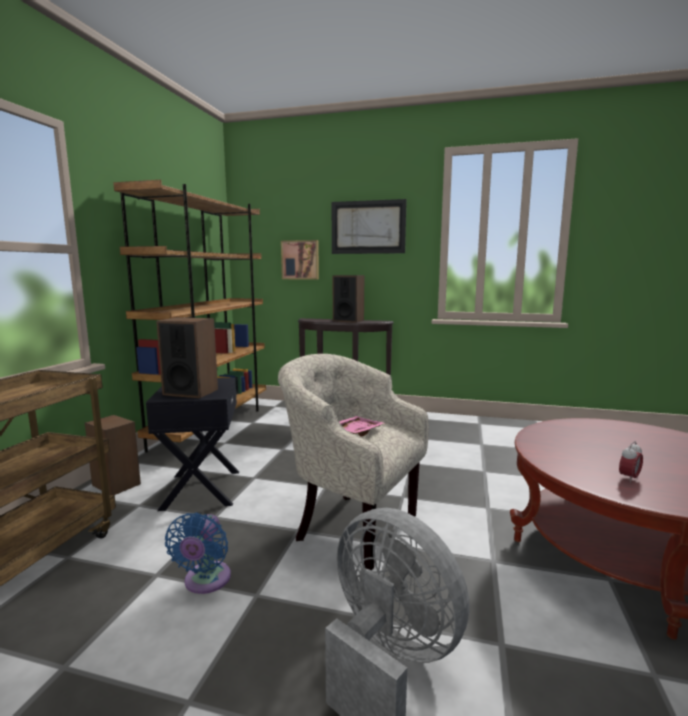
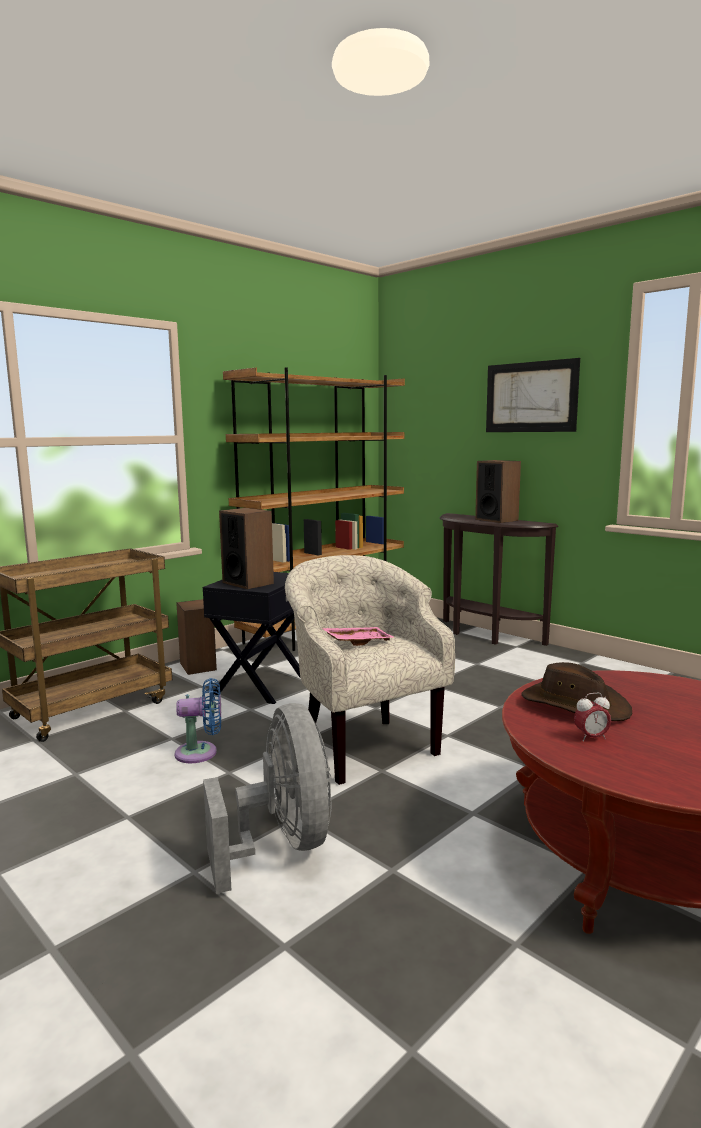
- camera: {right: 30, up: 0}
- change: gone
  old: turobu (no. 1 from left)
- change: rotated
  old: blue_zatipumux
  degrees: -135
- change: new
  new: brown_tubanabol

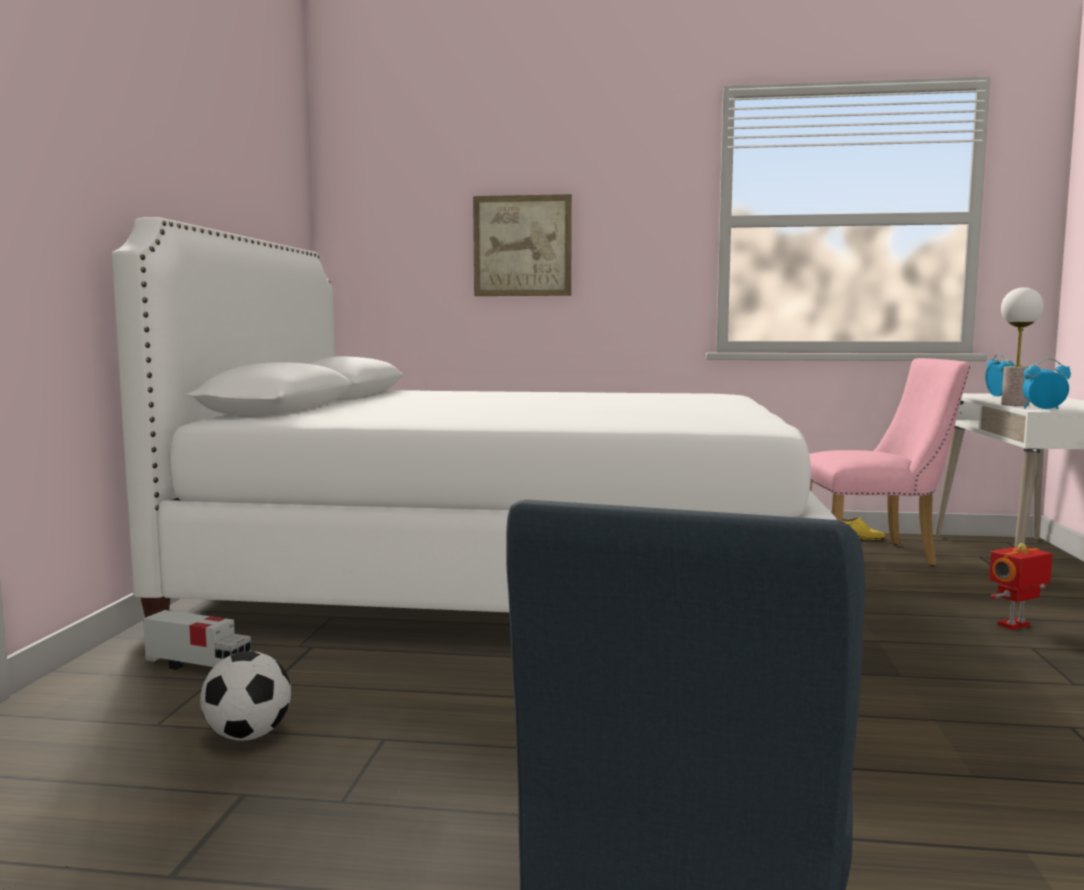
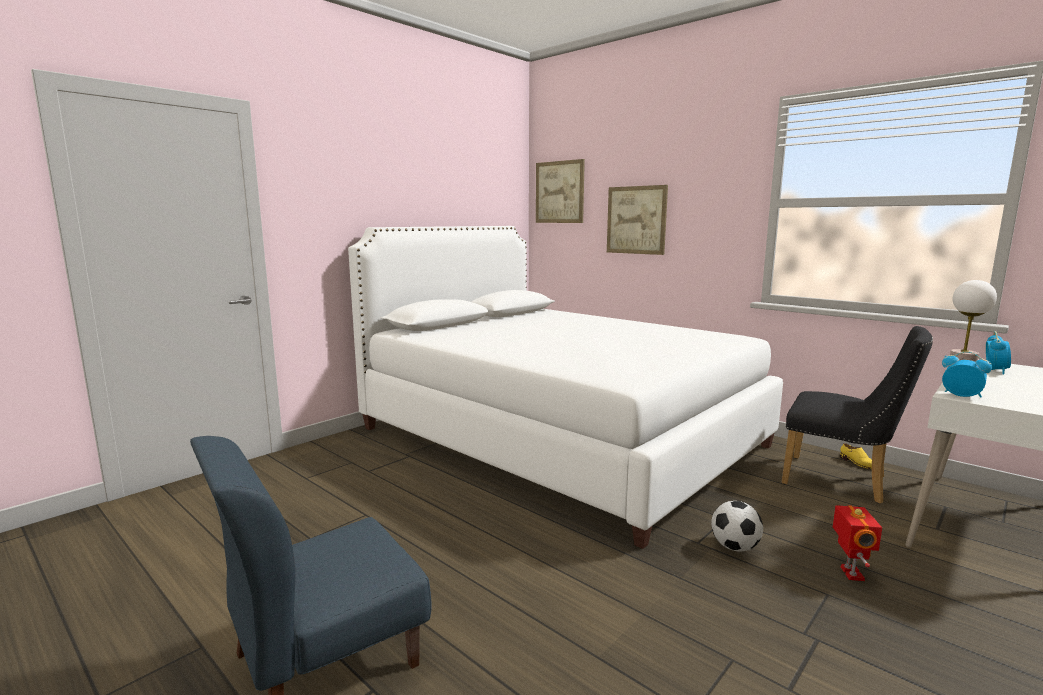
- camera: {right: 35, up: 5}
- change: repainted
  old: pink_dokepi
  new: black_dokepi
- change: rotated
  old: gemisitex
  degrees: 90
- change: gone
  old: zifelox
- change: shifted
  old: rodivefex
- change: new
  new: turobu (no. 1 from left)

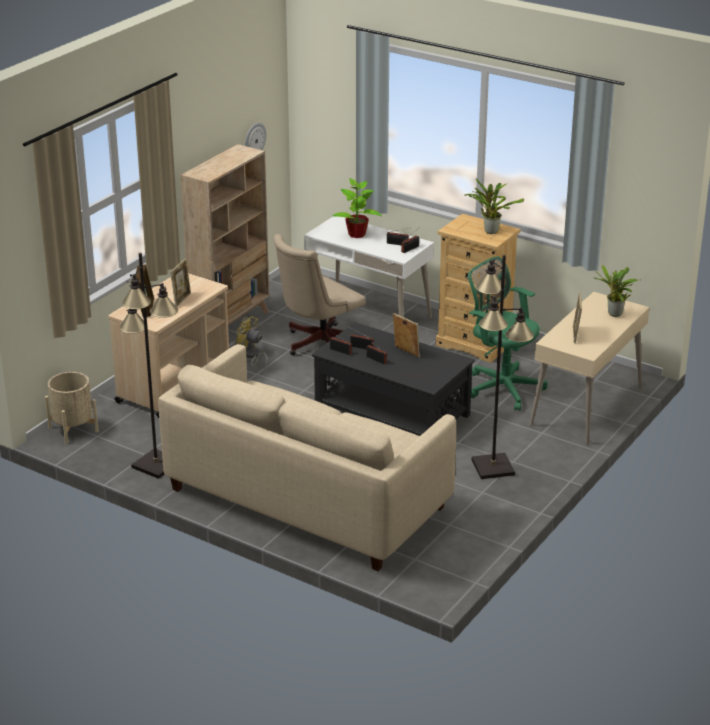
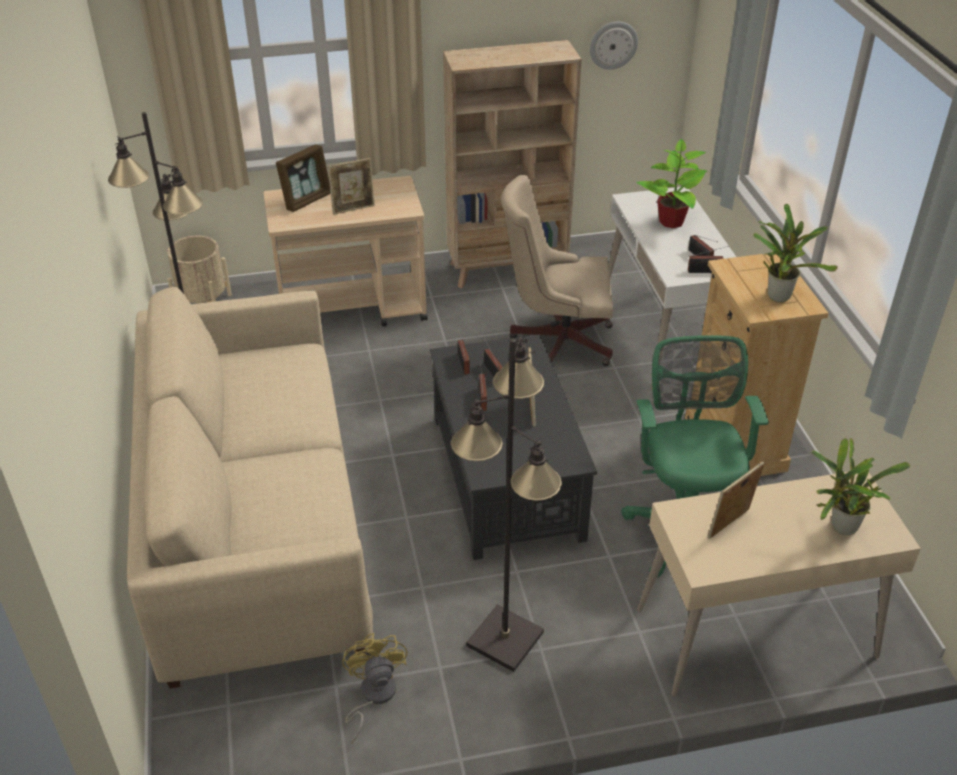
- camera: {right: 45, up: 10}
- change: shifted
  old: yellow_zatipumux

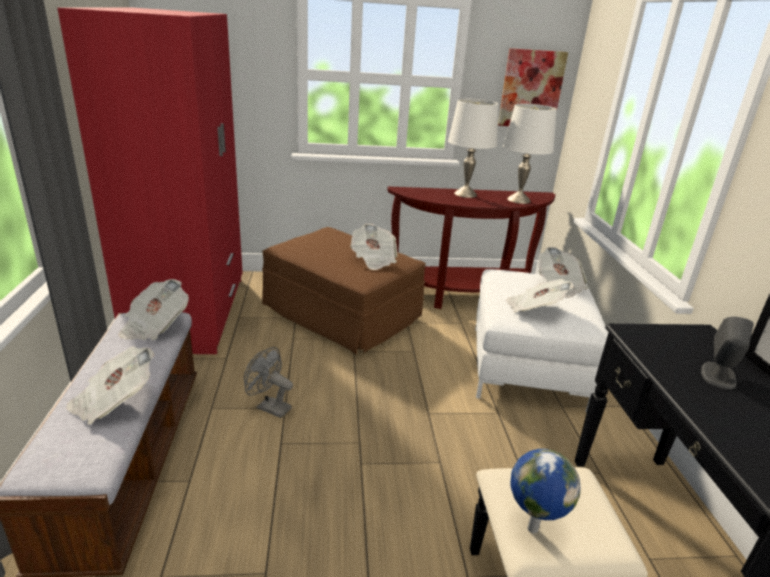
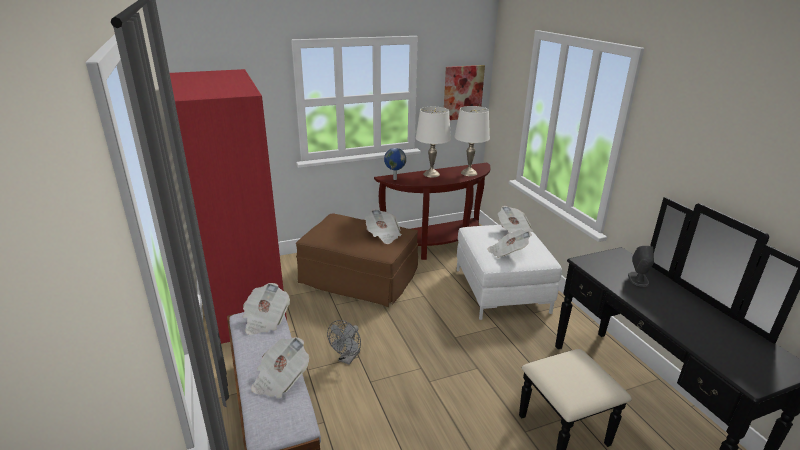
- camera: {right: -15, up: 0}
- change: rotated
  old: grey_zatipumux
  degrees: -75
- change: shifted
  old: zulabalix

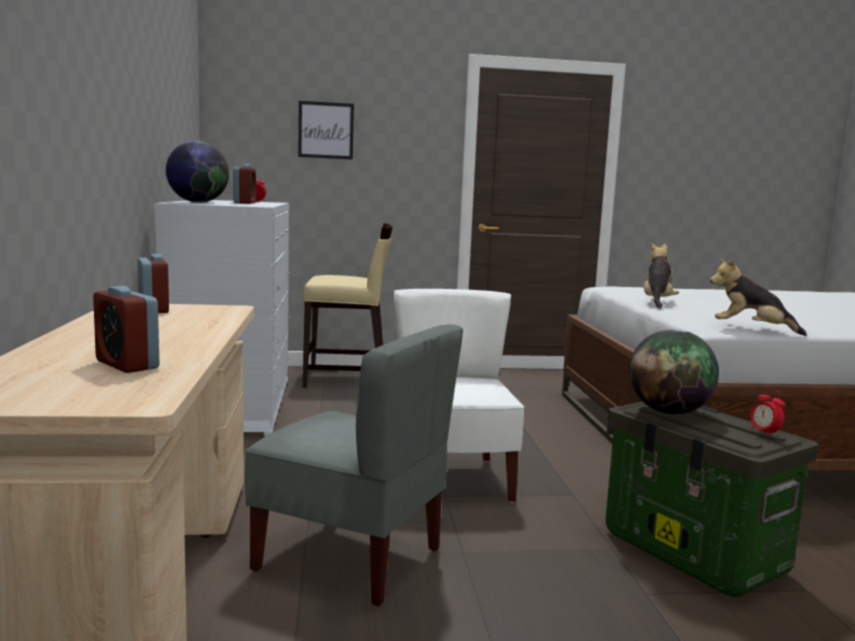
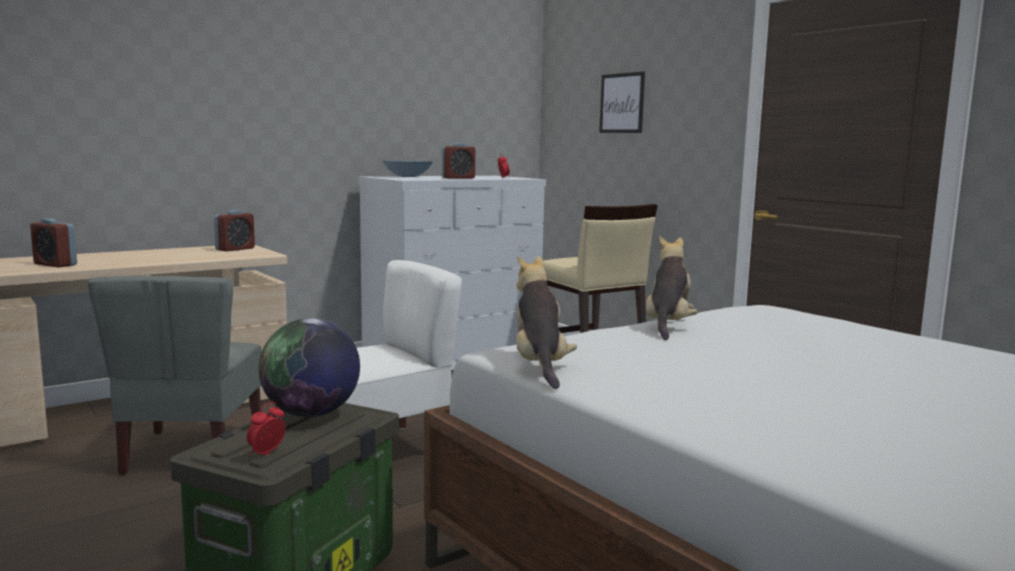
- camera: {right: 60, up: 0}
- change: swapped
  old: zulabalix (no. 1 from left)
  new: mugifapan
- change: rotated
  old: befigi (no. 1 from left in the first image)
  degrees: -60
- change: rotated
  old: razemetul (no. 1 from left)
  degrees: -75

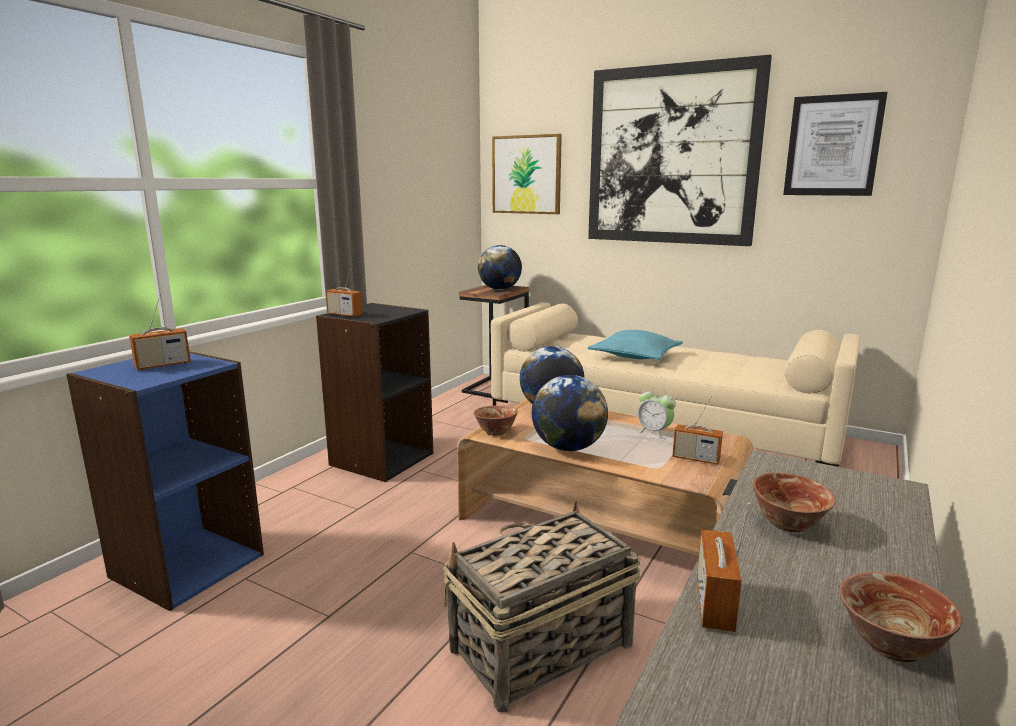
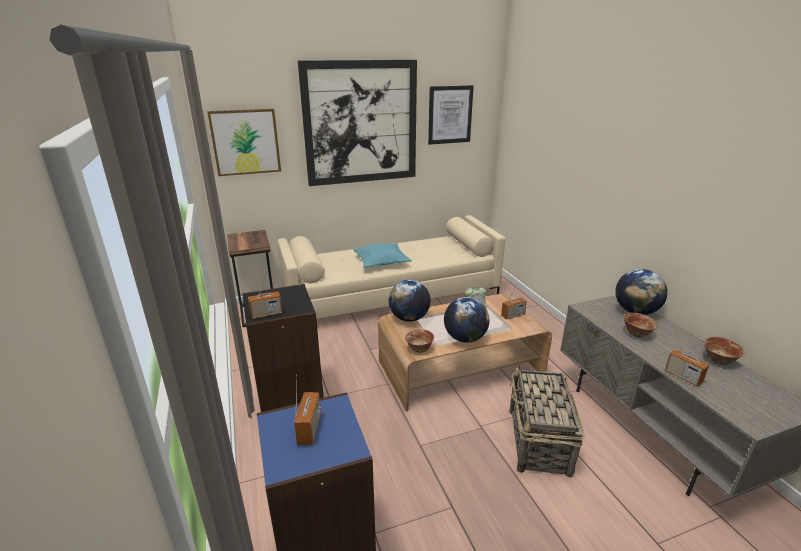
- camera: {right: -50, up: 10}
- change: shifted
  old: zulabalix (no. 1 from left in the first image)
  new: zulabalix (no. 3 from left)

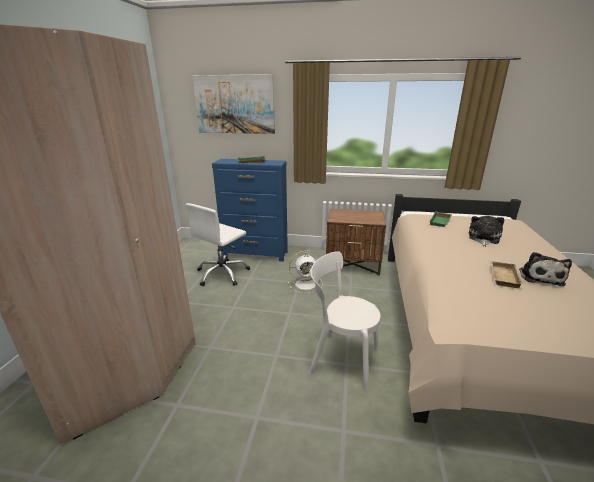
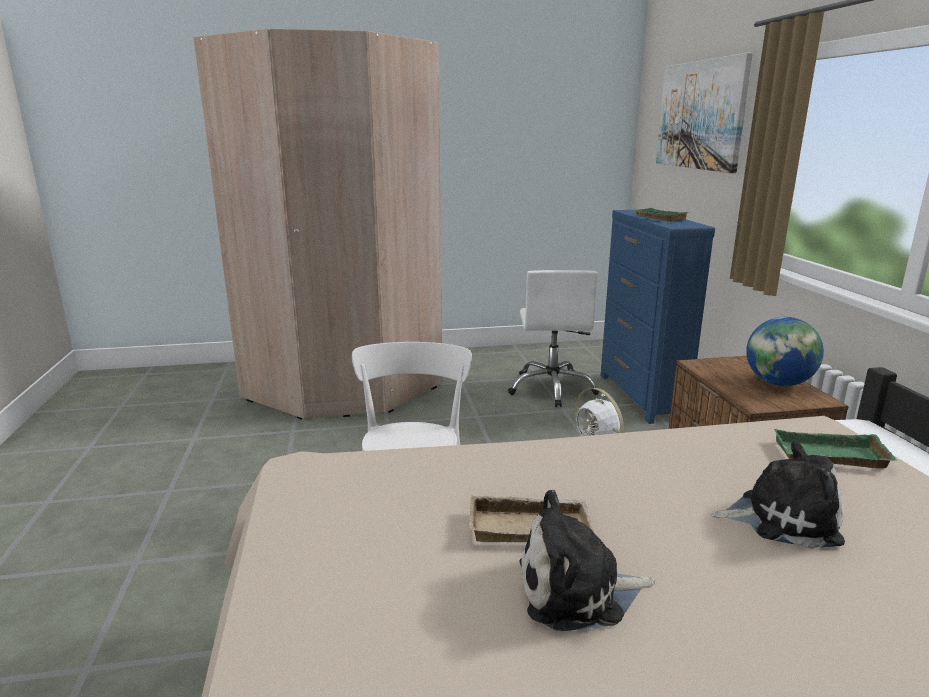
- camera: {right: 70, up: -5}
- change: rotated
  old: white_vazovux
  degrees: -105
- change: new
  new: zulabalix

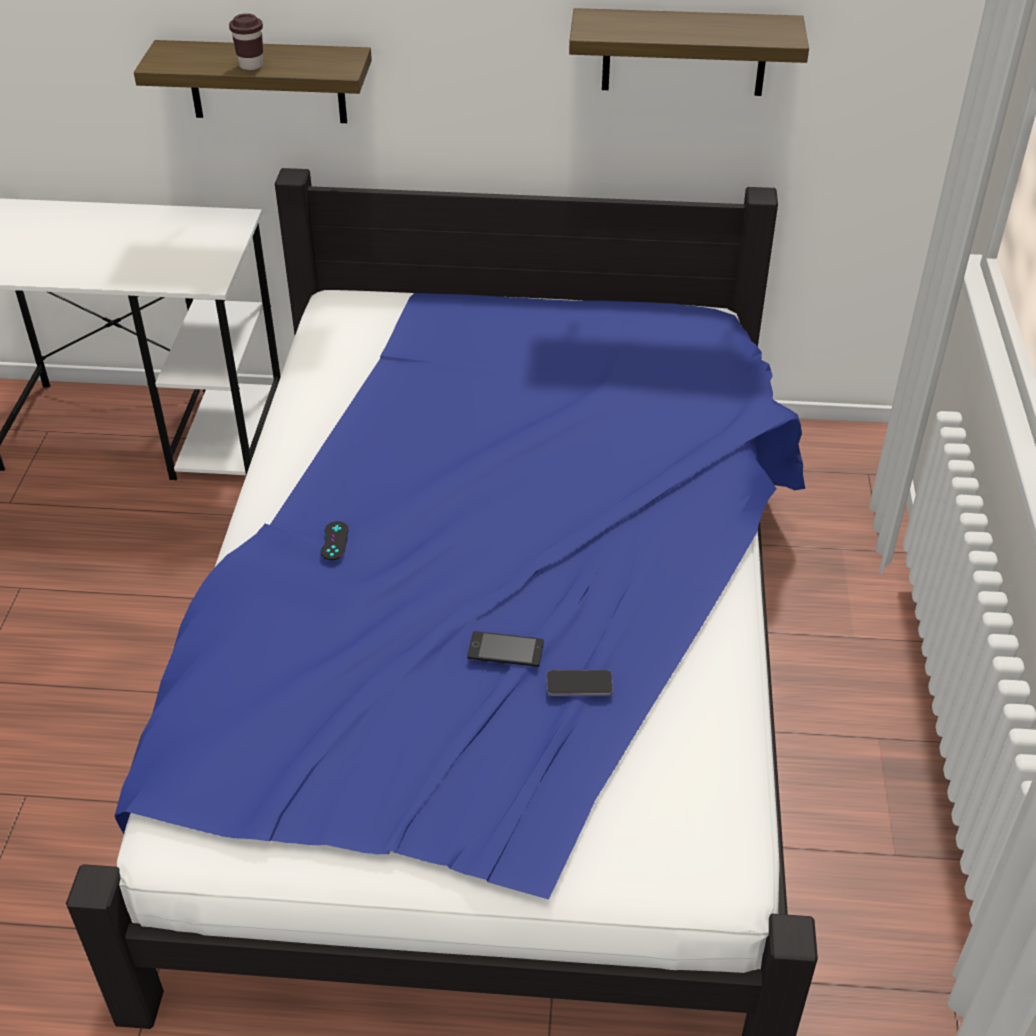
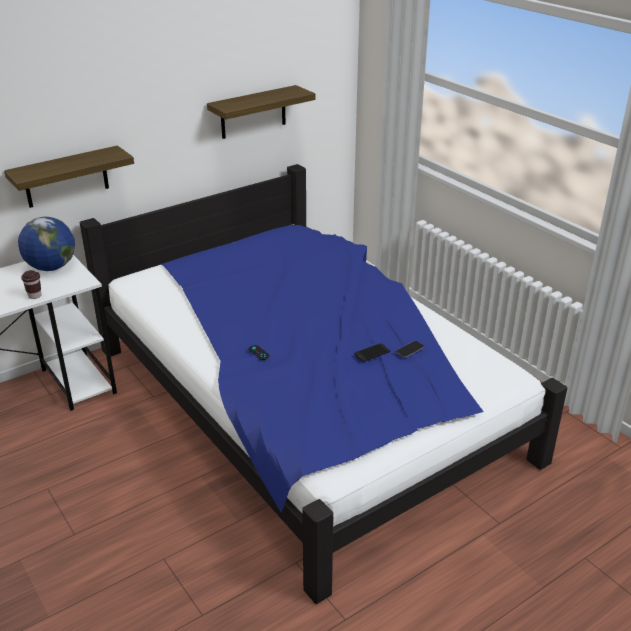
- camera: {right: -40, up: -10}
- change: shifted
  old: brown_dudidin
- change: new
  new: zulabalix

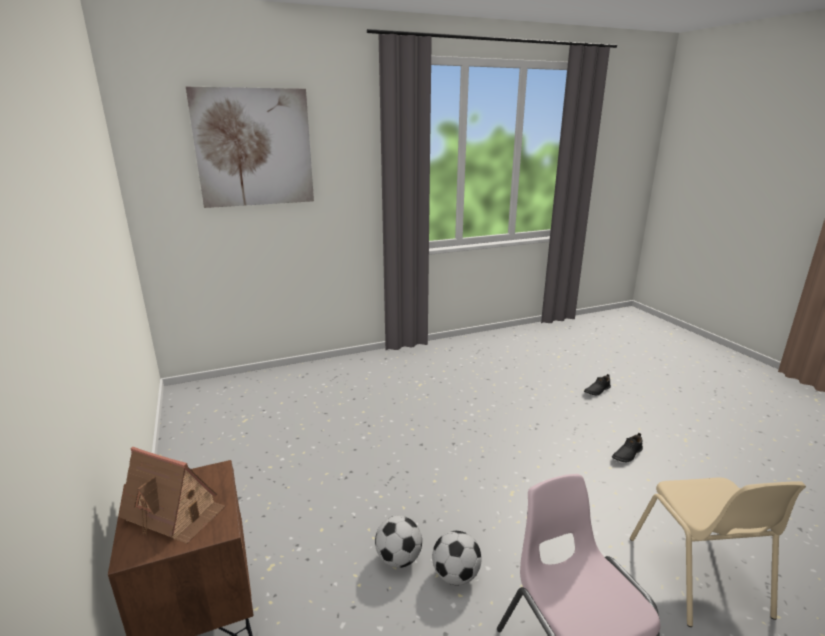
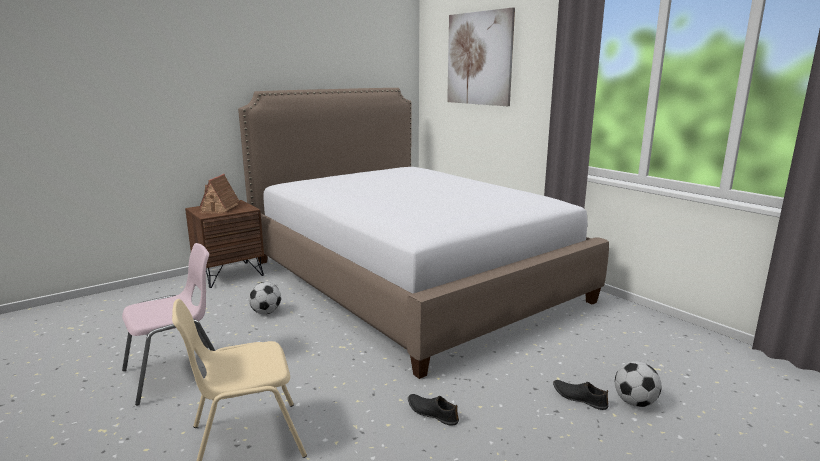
- camera: {right: 75, up: -5}
- change: shifted
  old: rodivefex (no. 2 from left)
- change: new
  new: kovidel

